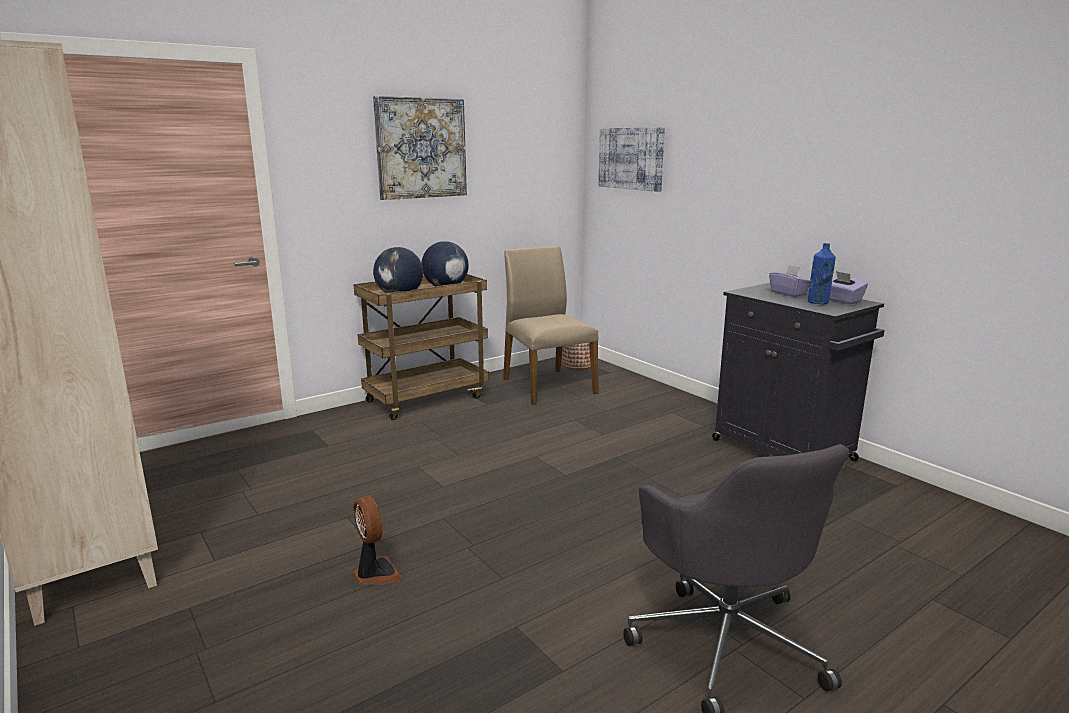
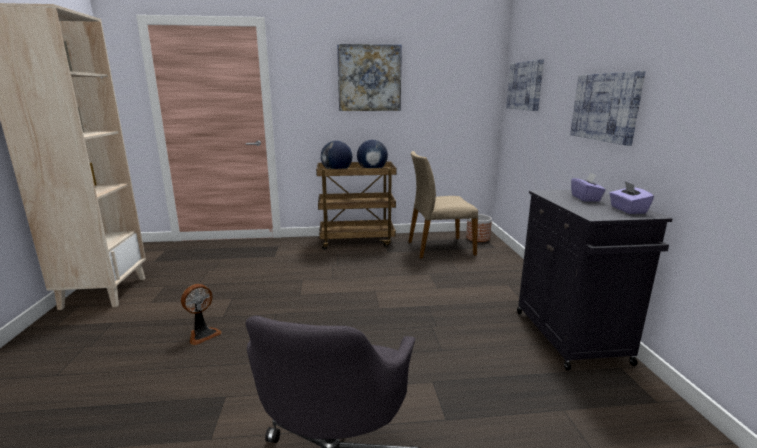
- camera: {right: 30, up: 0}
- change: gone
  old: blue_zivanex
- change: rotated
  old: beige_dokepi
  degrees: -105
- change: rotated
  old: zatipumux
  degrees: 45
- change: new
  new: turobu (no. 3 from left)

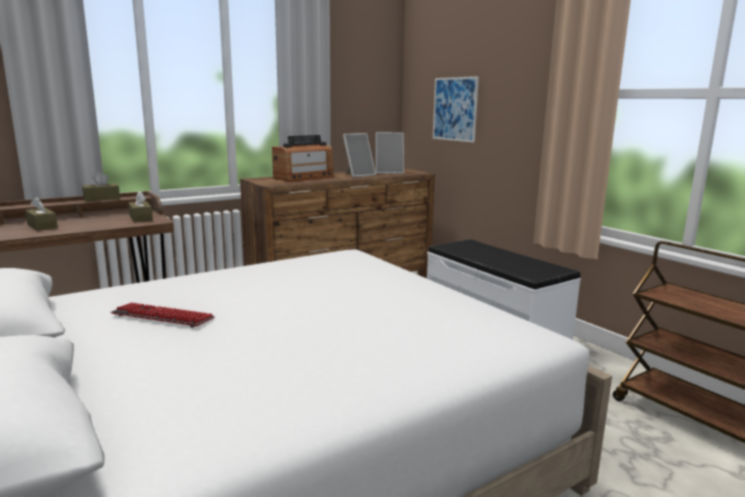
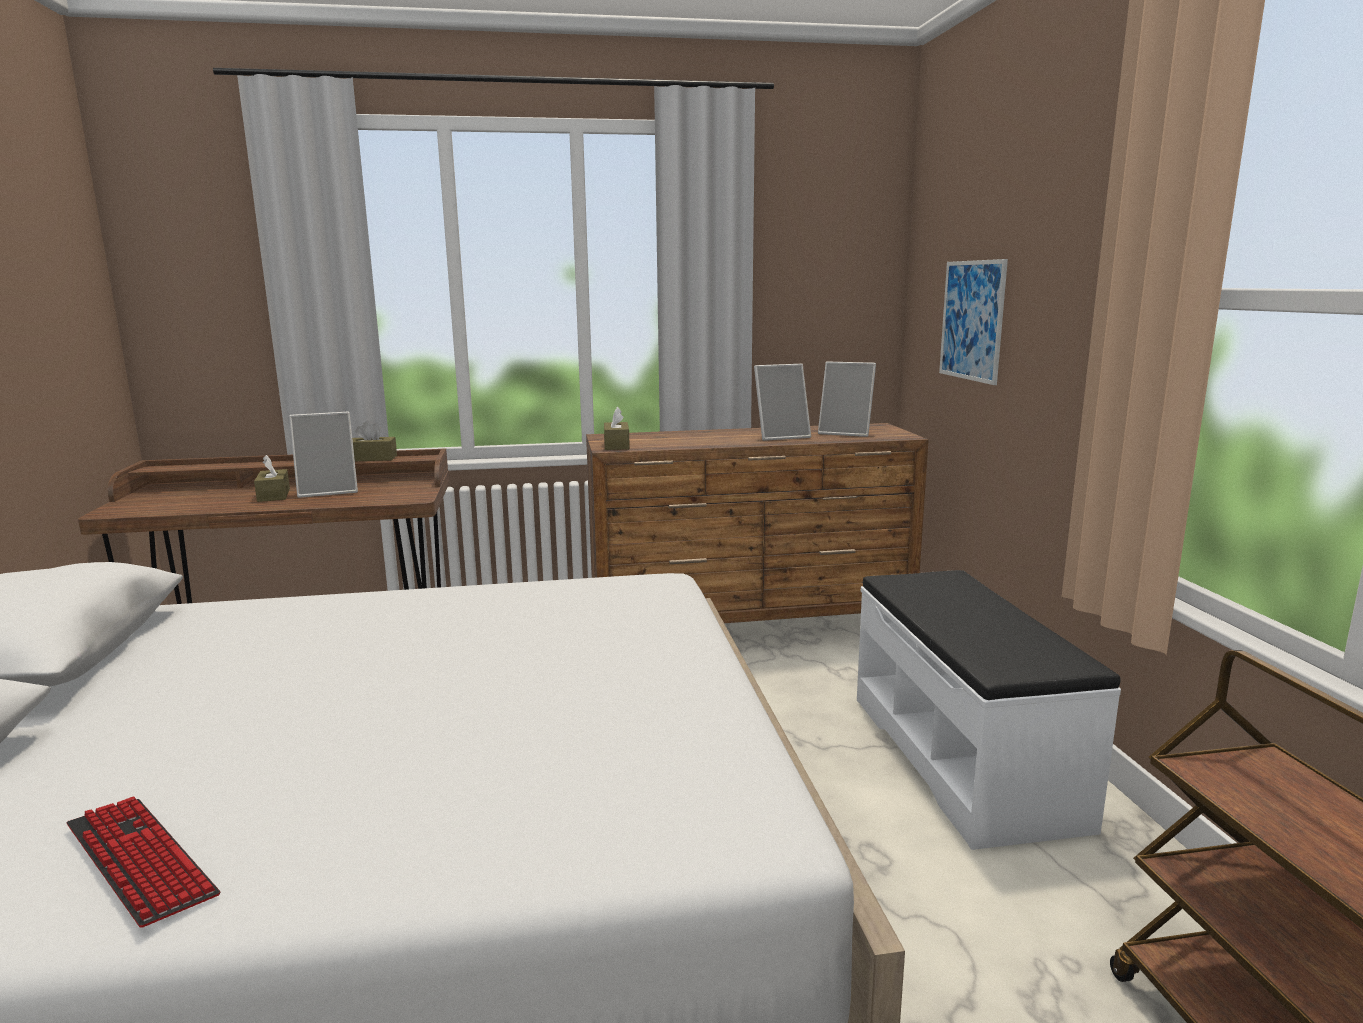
- camera: {right: 25, up: 0}
- change: gone
  old: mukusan
- change: shifted
  old: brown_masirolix (no. 3 from left)
- change: shifted
  old: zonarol
- change: new
  new: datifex (no. 1 from left)

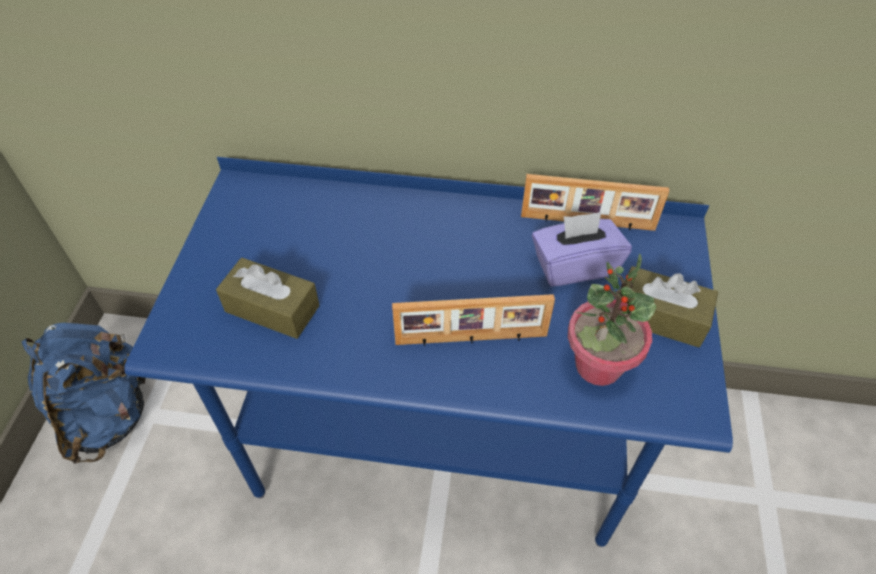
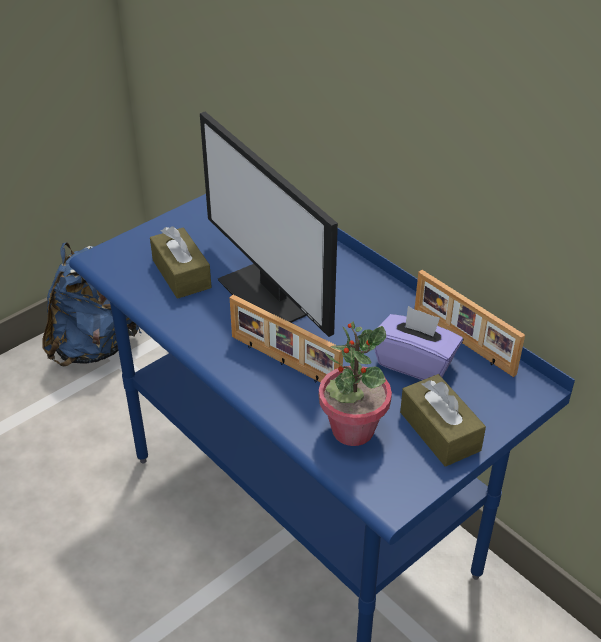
- camera: {right: 40, up: -10}
- change: new
  new: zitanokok

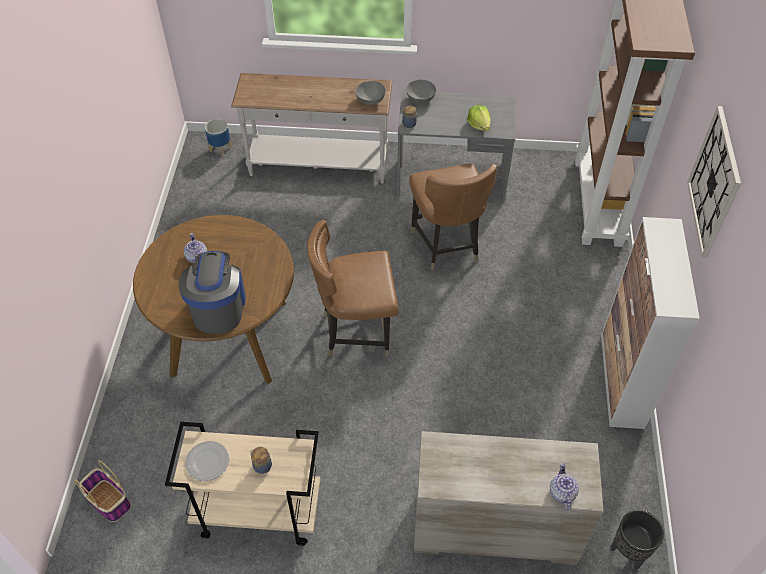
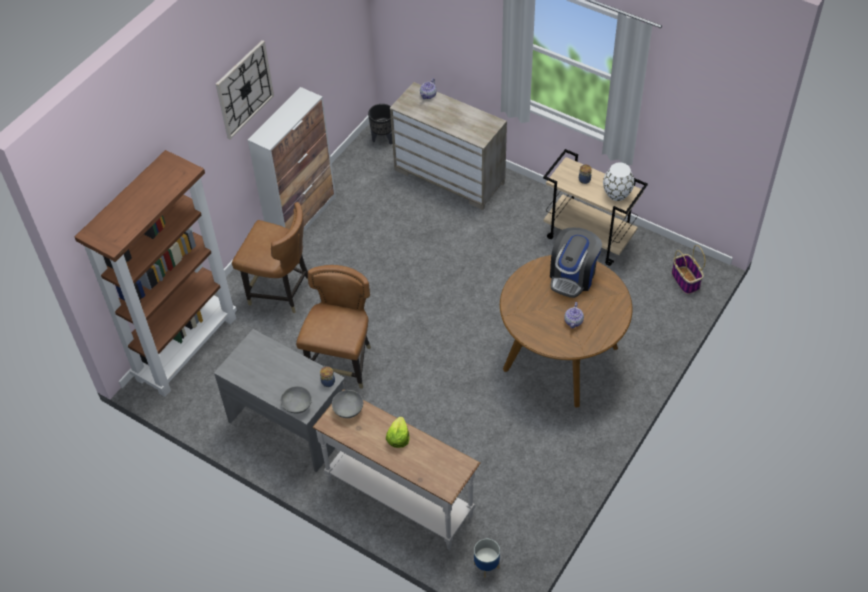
- camera: {right: -150, up: 0}
- change: shifted
  old: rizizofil
- change: shifted
  old: brown_dokepi (no. 1 from left)
- change: swapped
  old: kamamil
  new: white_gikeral

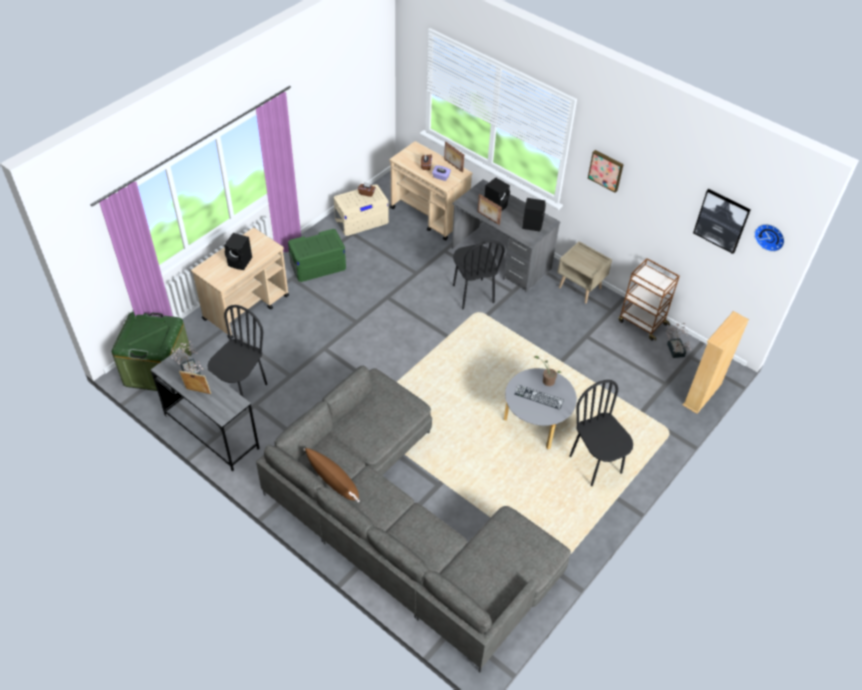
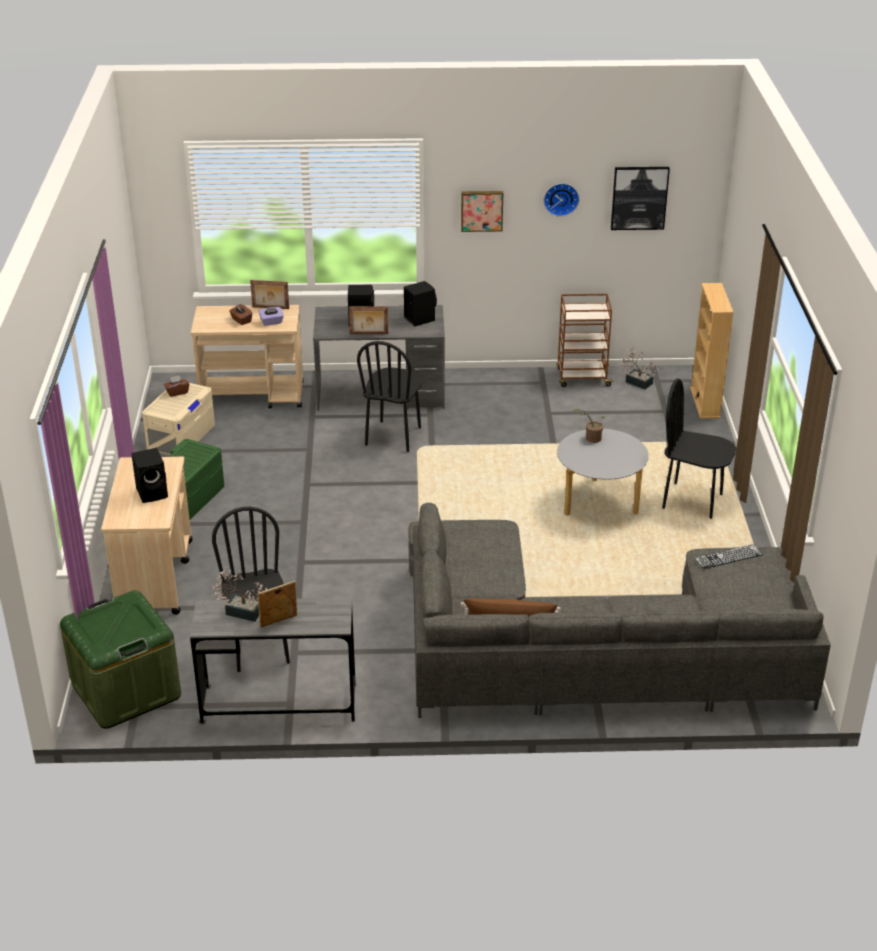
- camera: {right: -40, up: -15}
- change: shifted
  old: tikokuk
- change: rotated
  old: black_dokepi (no. 2 from left)
  degrees: 75
- change: gone
  old: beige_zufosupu
- change: shifted
  old: zonarol

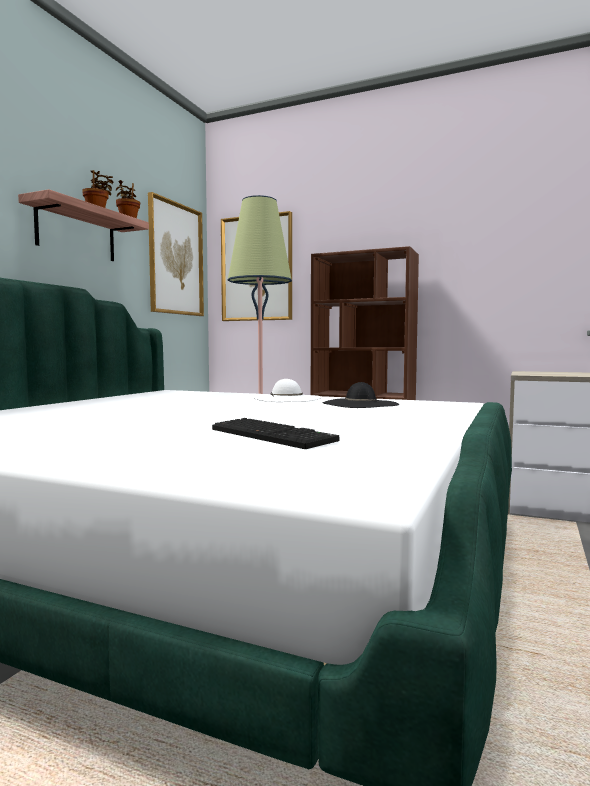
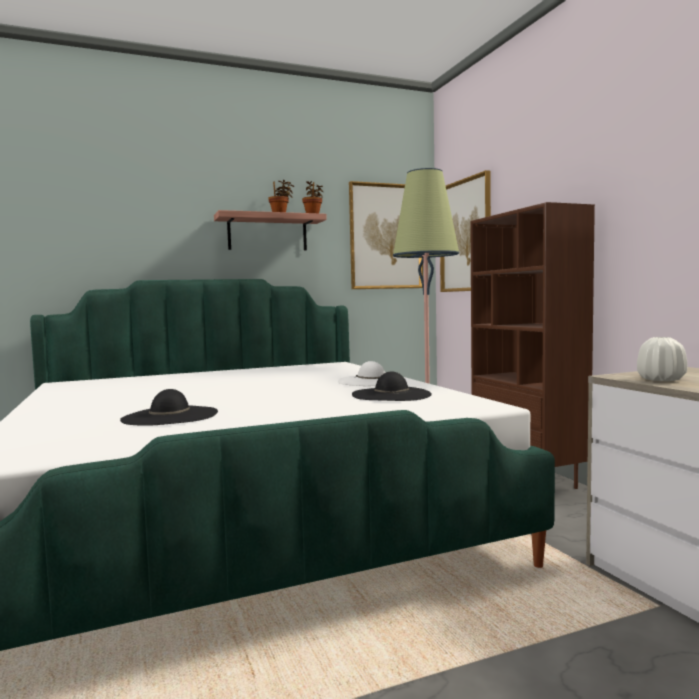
- camera: {right: 45, up: 0}
- change: swapped
  old: zonarol
  new: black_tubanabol (no. 1 from left)
- change: new
  new: white_gikeral

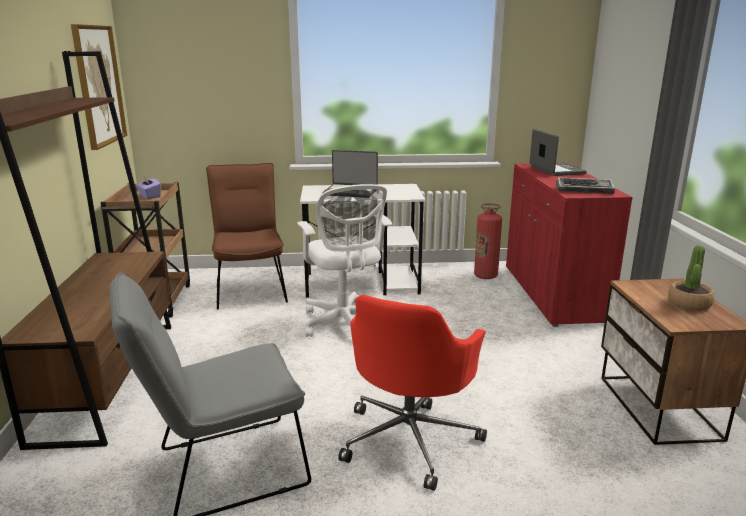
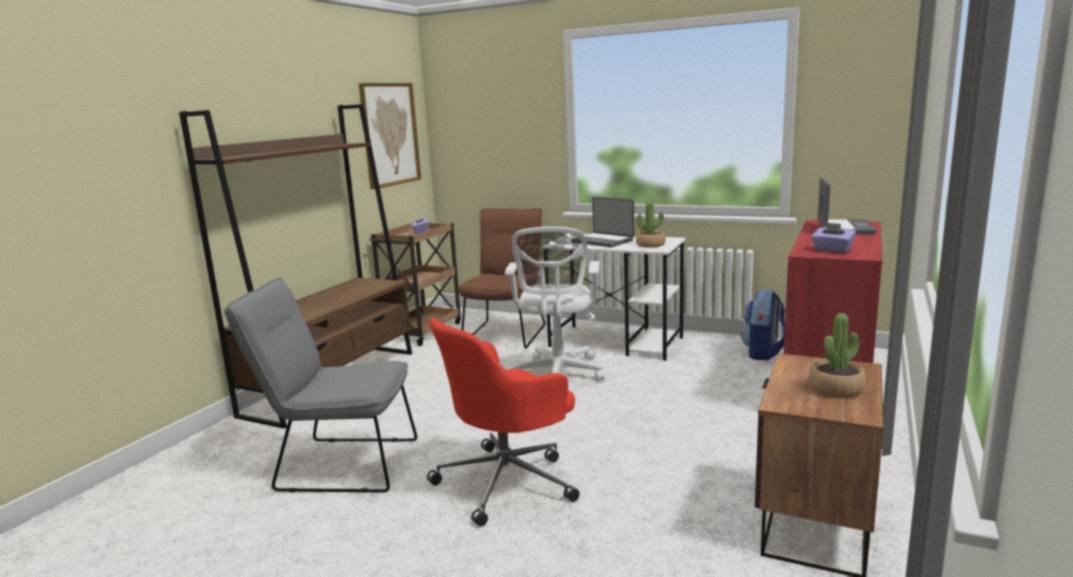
- camera: {right: 30, up: -5}
- change: swapped
  old: zonarol
  new: purple_masirolix (no. 2 from left)
- change: swapped
  old: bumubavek
  new: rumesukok
- change: new
  new: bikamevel (no. 1 from left)

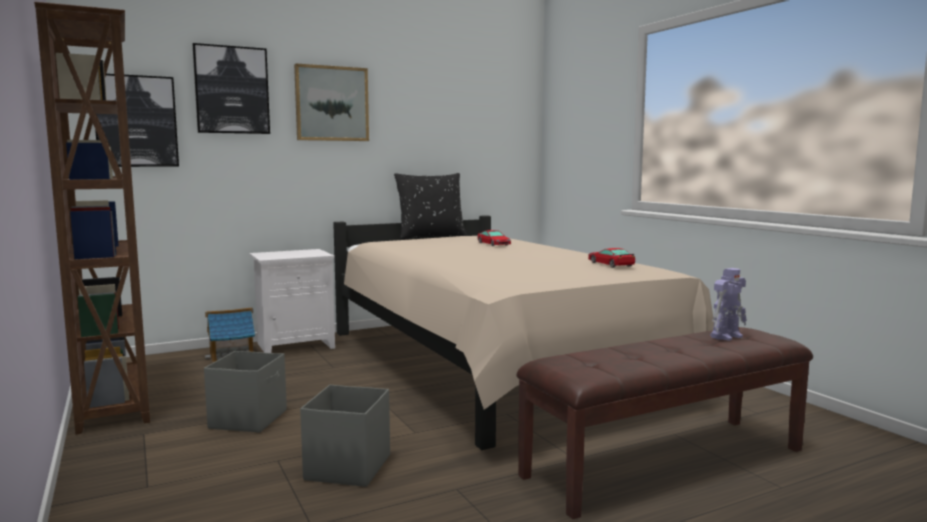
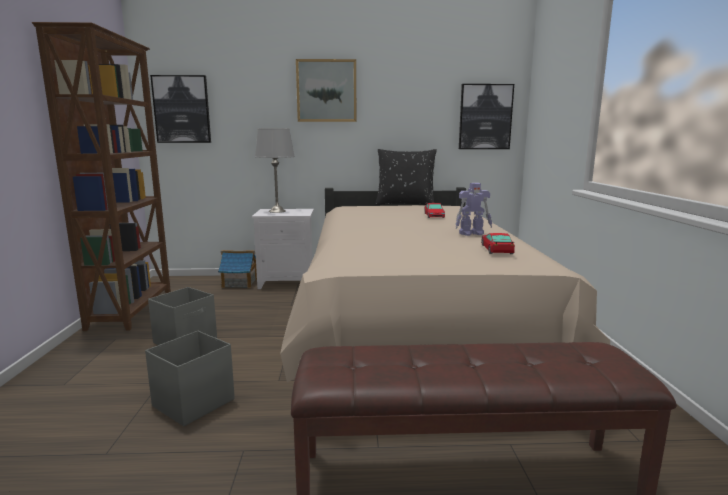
- camera: {right: 25, up: 5}
- change: shifted
  old: turobu (no. 2 from left in the first image)
  new: turobu (no. 3 from left)
- change: shifted
  old: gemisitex
- change: new
  new: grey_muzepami

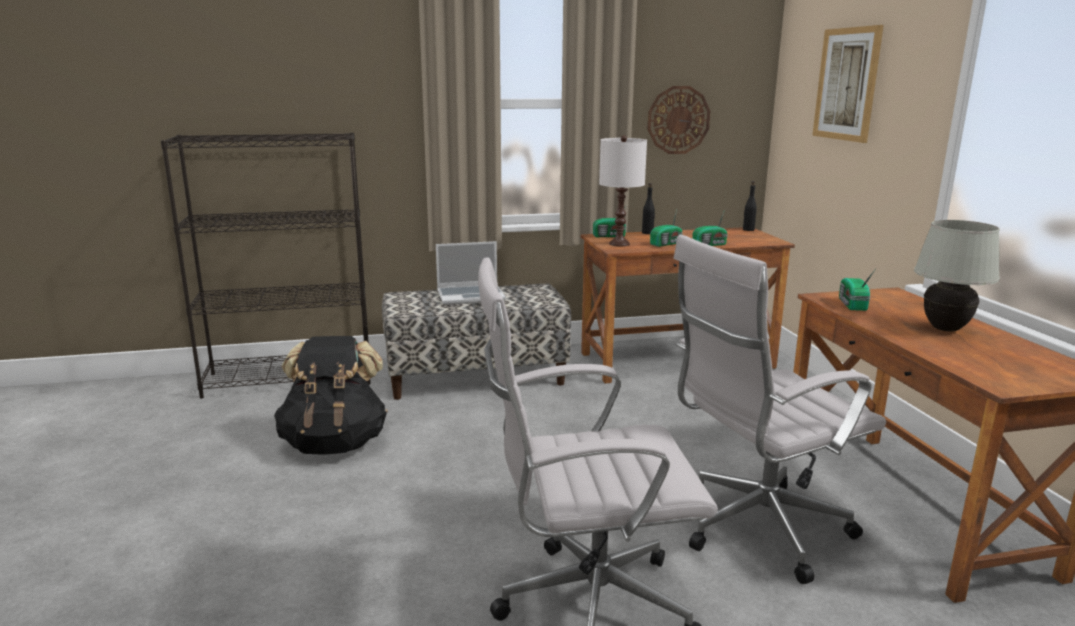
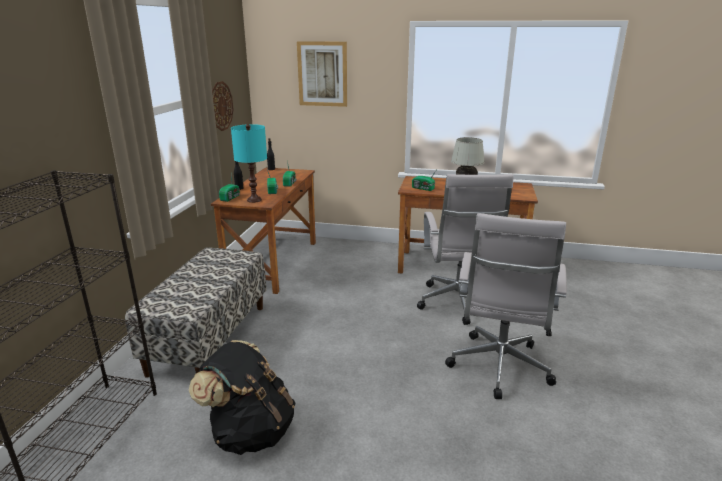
- camera: {right: -65, up: 5}
- change: repainted
  old: white_muzepami (no. 1 from left)
  new: turquoise_muzepami
- change: gone
  old: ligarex

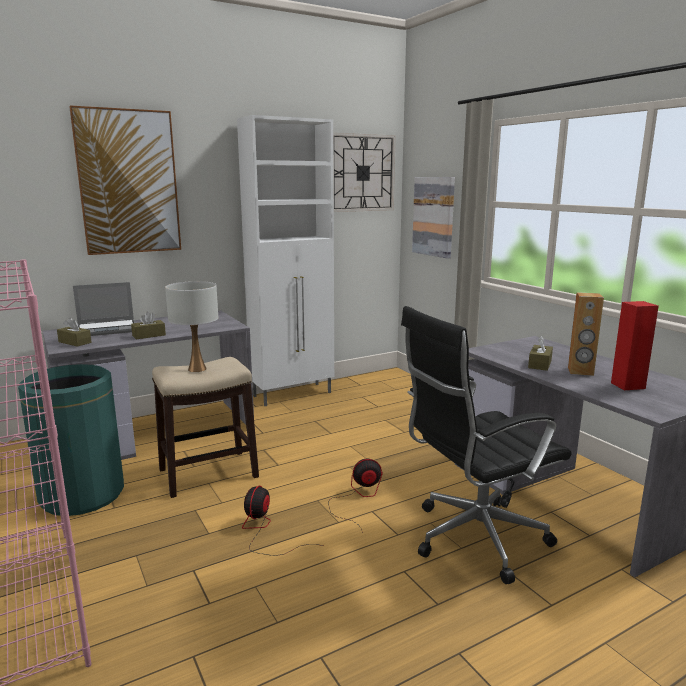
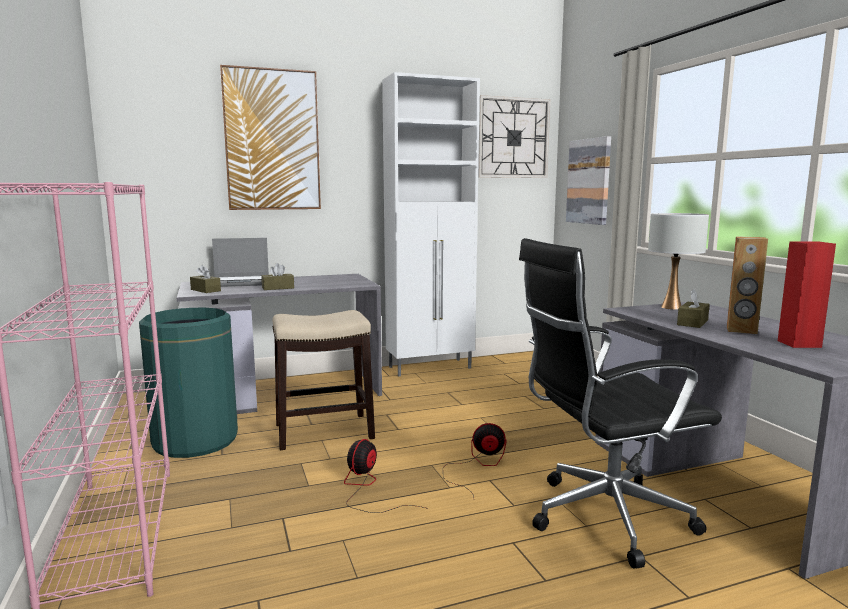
- camera: {right: 10, up: -5}
- change: shifted
  old: white_muzepami

